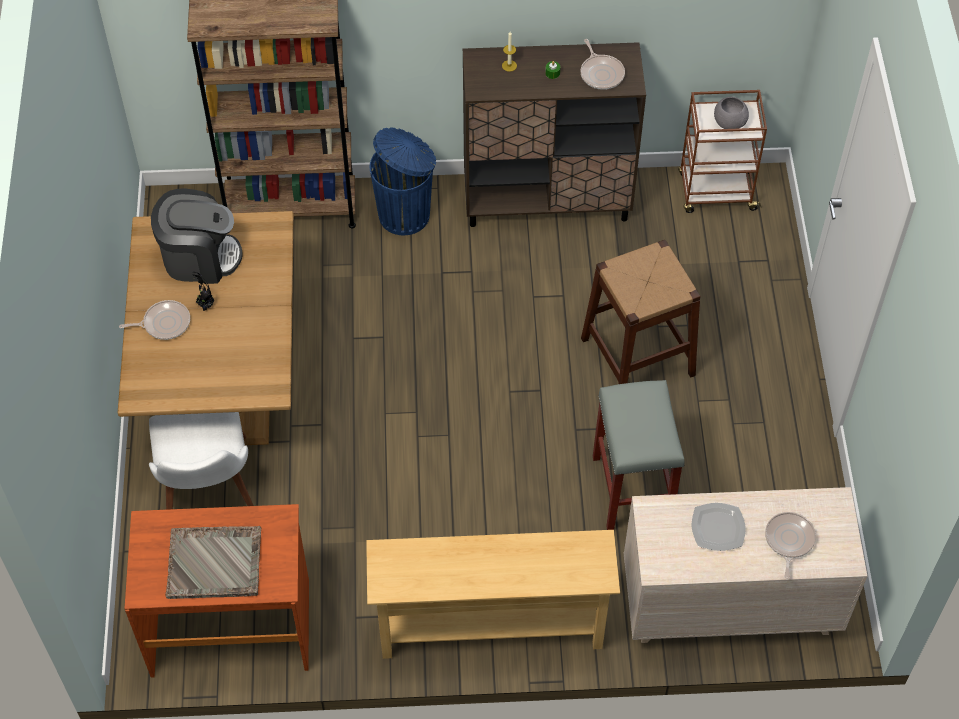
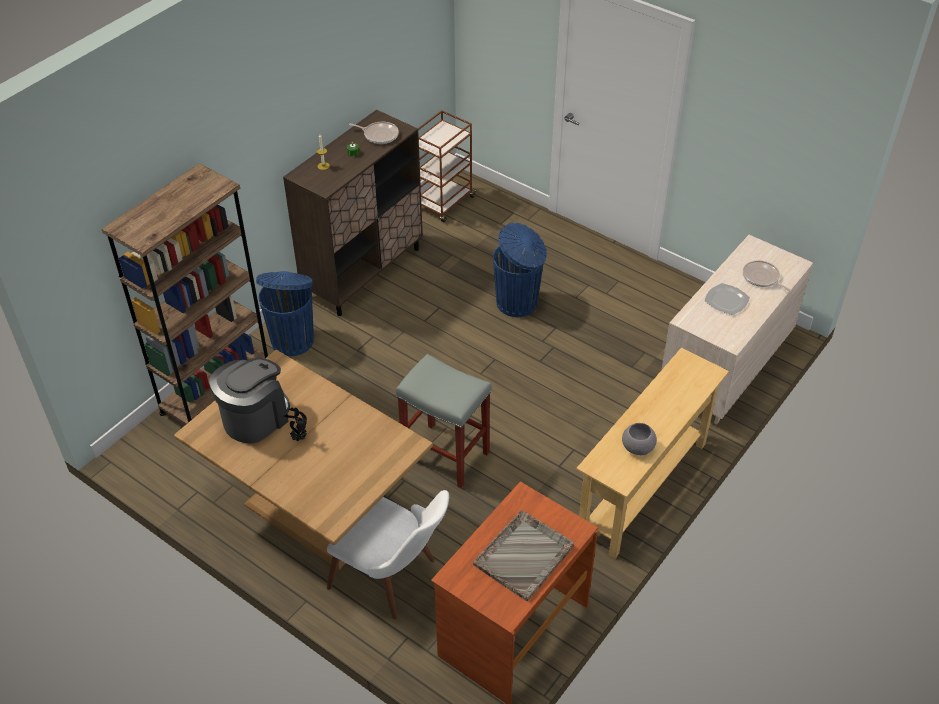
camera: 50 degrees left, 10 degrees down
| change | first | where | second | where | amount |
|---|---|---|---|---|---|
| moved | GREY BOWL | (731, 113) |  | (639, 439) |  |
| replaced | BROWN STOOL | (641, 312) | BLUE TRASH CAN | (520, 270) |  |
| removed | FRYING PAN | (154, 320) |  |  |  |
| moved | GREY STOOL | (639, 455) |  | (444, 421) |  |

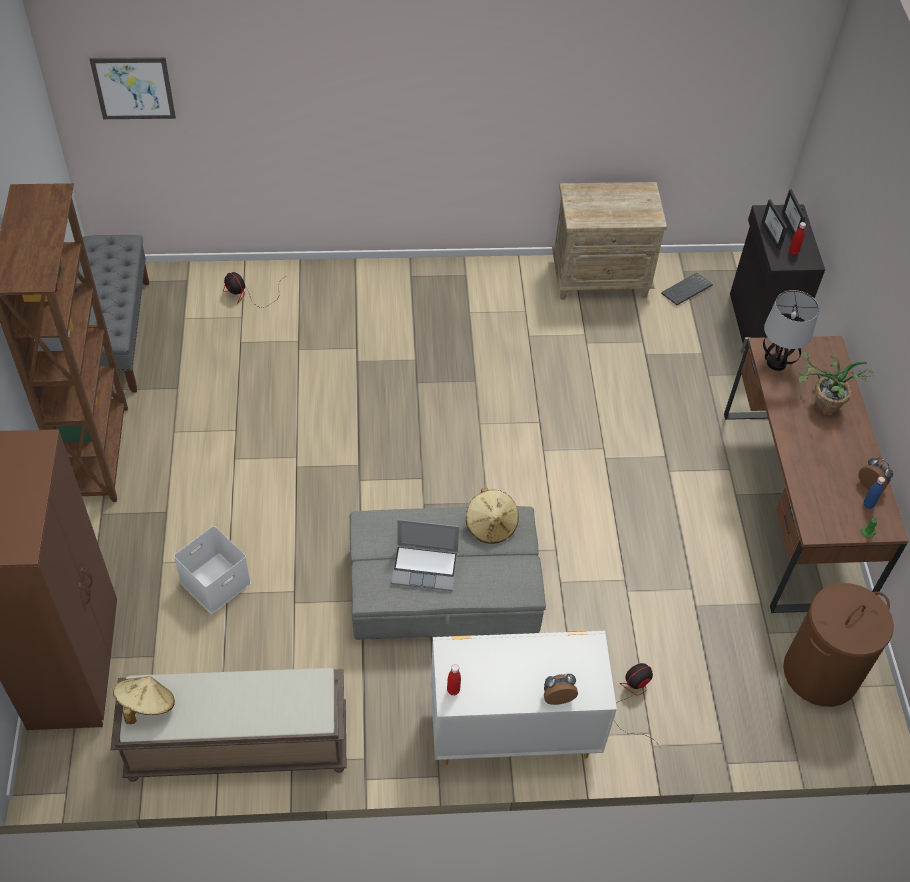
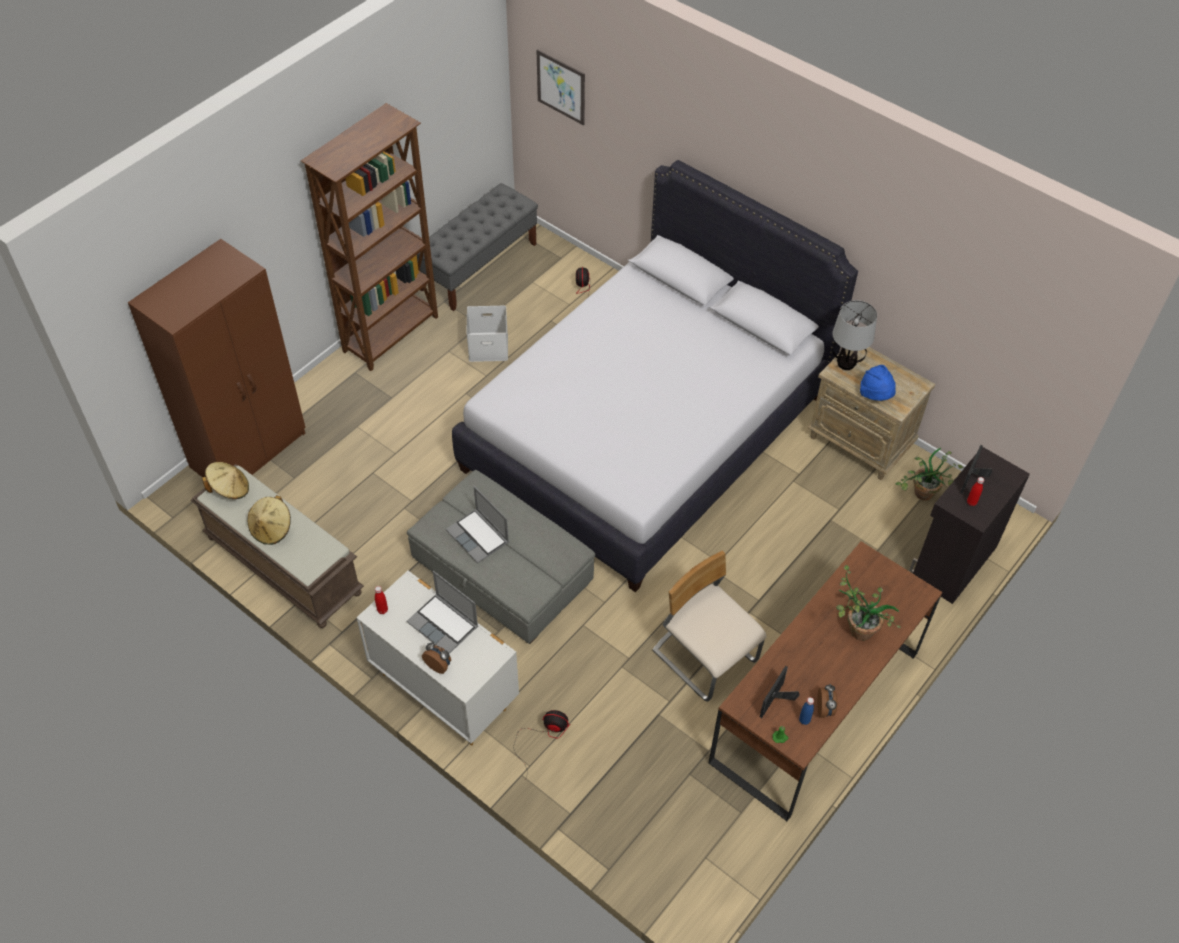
camera: 45 degrees right, 0 degrees up
| change | first | where | second | where | amount |
|---|---|---|---|---|---|
| moved | PICTURE FRAME | (794, 212) |  | (780, 692) |  |
| replaced | KEYBOARD | (687, 289) | POTTED PLANT | (929, 474) |  |
| moved | TABLE LAMP | (791, 330) |  | (854, 335) |  |
| moved | BEIGE HAT | (492, 516) |  | (269, 520) |  |
| moved | WHITE STORAGE BOX | (212, 570) |  | (487, 334) |  |
| removed | BROWN LAUNDRY BASKET | (838, 645) |  |  |  |
| added |  |  | WHITE BED | (655, 376) |  |
| added |  |  | BLUE HAT | (878, 383) |  |
| added |  |  | BEIGE CHAIR | (710, 626) |  |
| added |  |  | LAPTOP | (442, 612) |  |

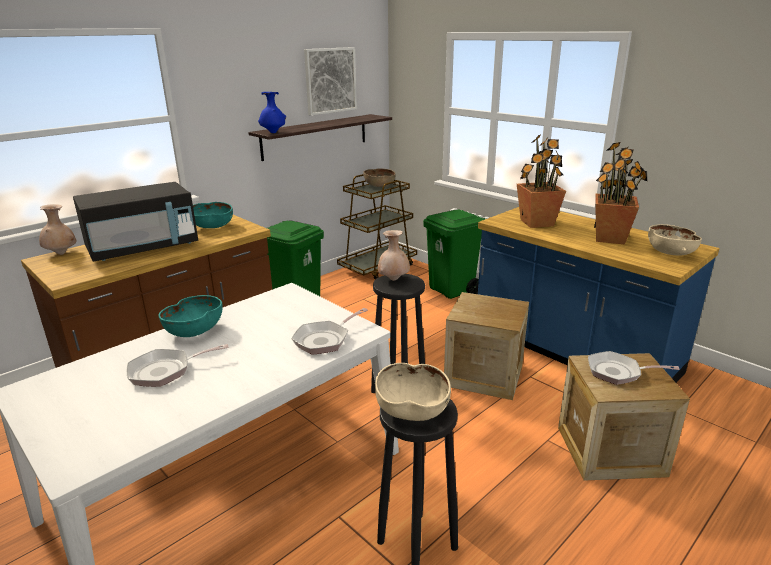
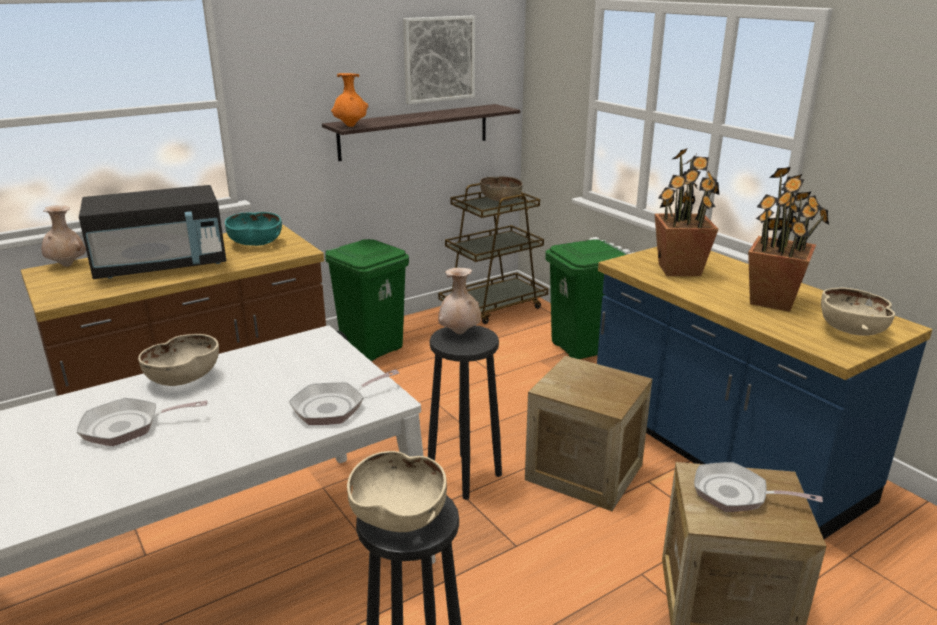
camera: 10 degrees right, 0 degrees up
| change | first | where | second | where | amount |
|---|---|---|---|---|---|
| recoloured | BLUE VASE | (272, 112) | ORANGE VASE | (349, 100) |  |
| recoloured | TURQUOISE BOWL | (190, 316) | BEIGE BOWL | (178, 360) |  |

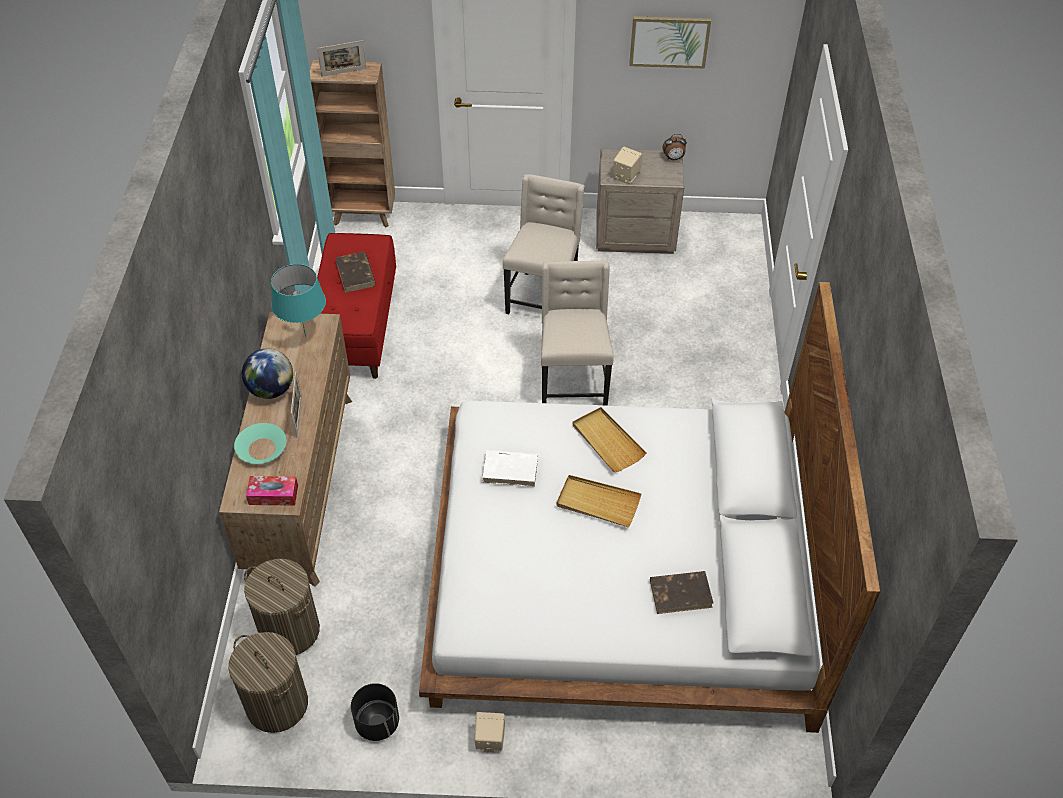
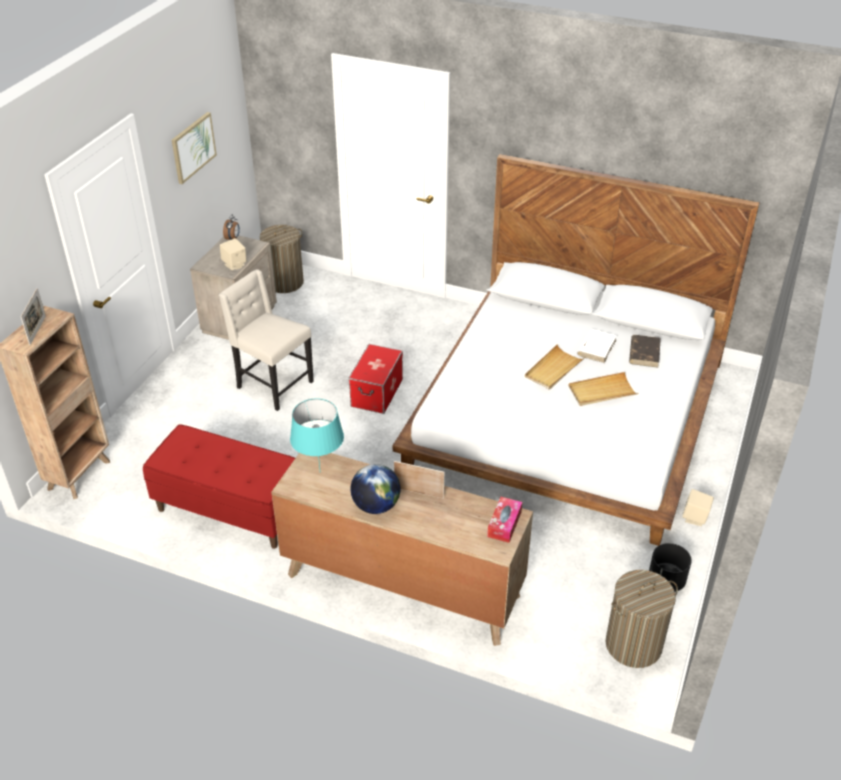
camera: 70 degrees left, 10 degrees down
| change | first | where | second | where | amount |
|---|---|---|---|---|---|
| removed | BROWN BOOK | (355, 272) |  |  |  |
| replaced | BEIGE CHAIR | (577, 333) | STORAGE BOX | (375, 379) |  |
| moved | BEIGE TRAY | (609, 439) |  | (603, 389) |  |
| removed | TURQUOISE BOWL | (260, 443) |  |  |  |
| moved | WHITE BOOK | (510, 468) |  | (597, 346) |  |
| moved | LAUNDRY BASKET | (282, 607) |  | (282, 259) |  |

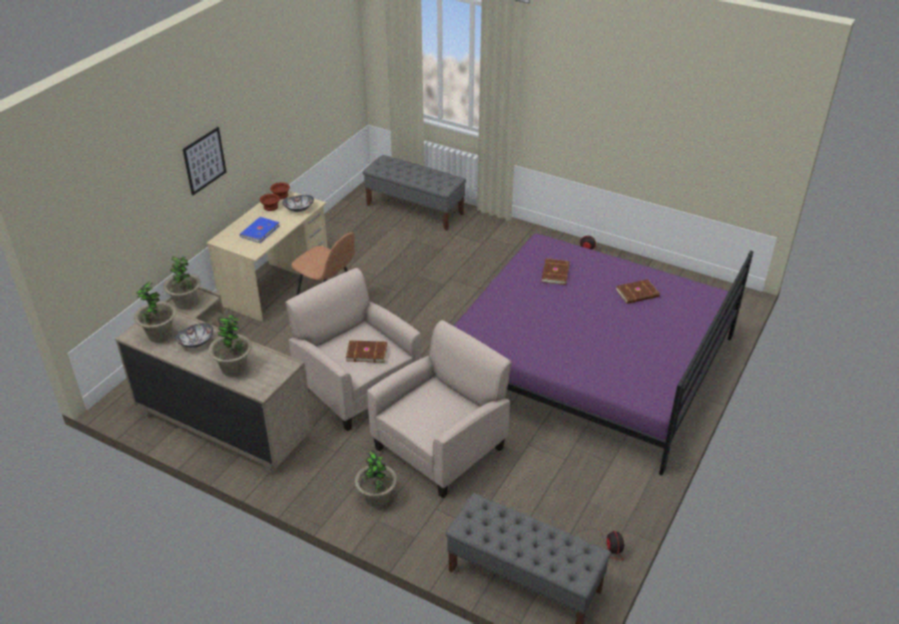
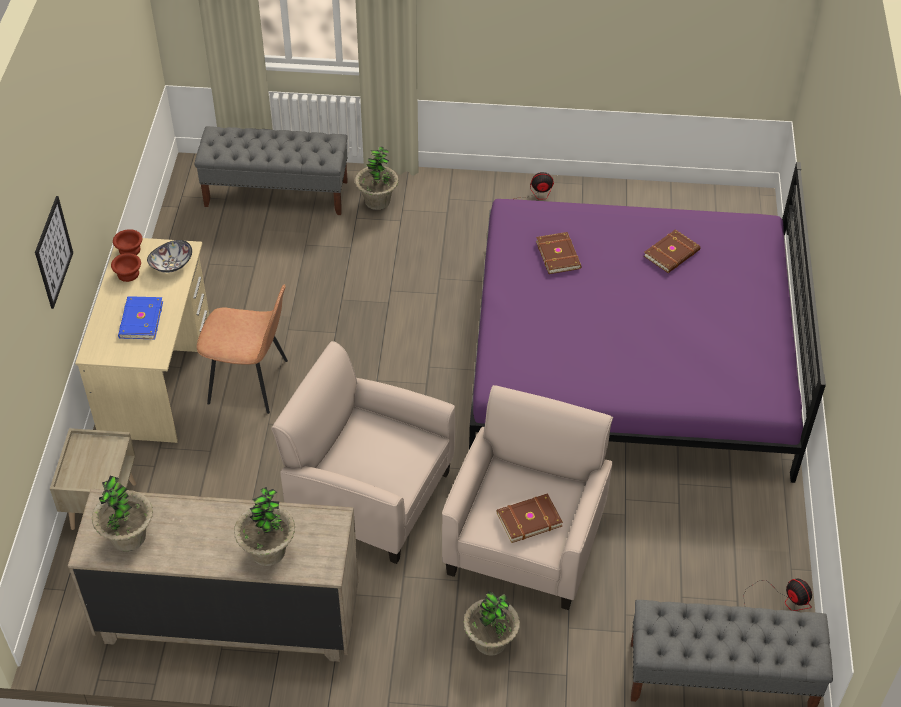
camera: 25 degrees left, 10 degrees up
| change | first | where | second | where | amount |
|---|---|---|---|---|---|
| moved | POTTED PLANT | (182, 283) |  | (377, 178) |  |
| removed | BOWL | (194, 335) |  |  |  |
| moved | BROWN BOOK | (366, 351) |  | (530, 518) |  |

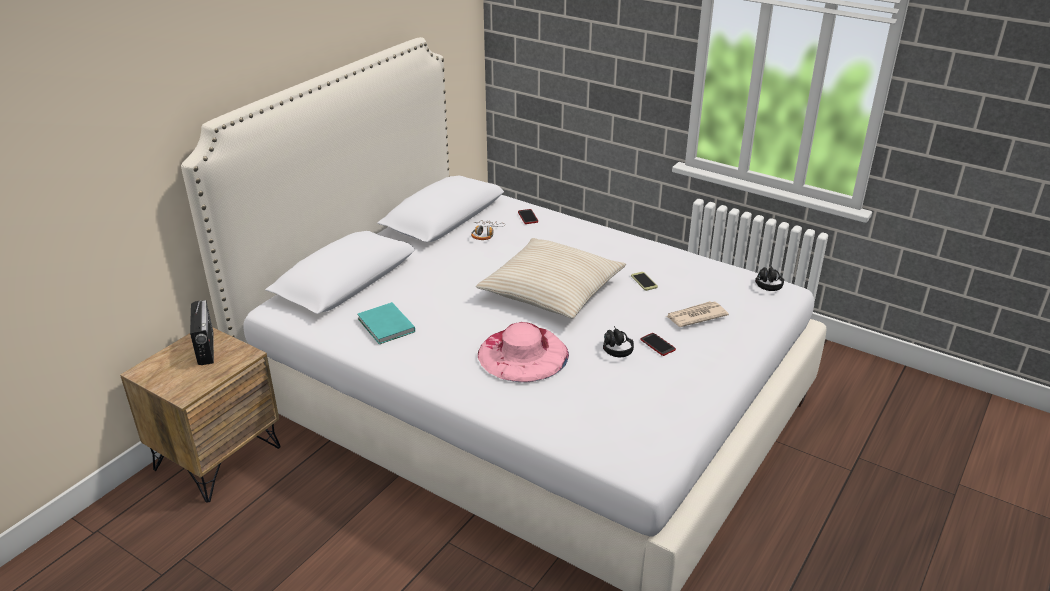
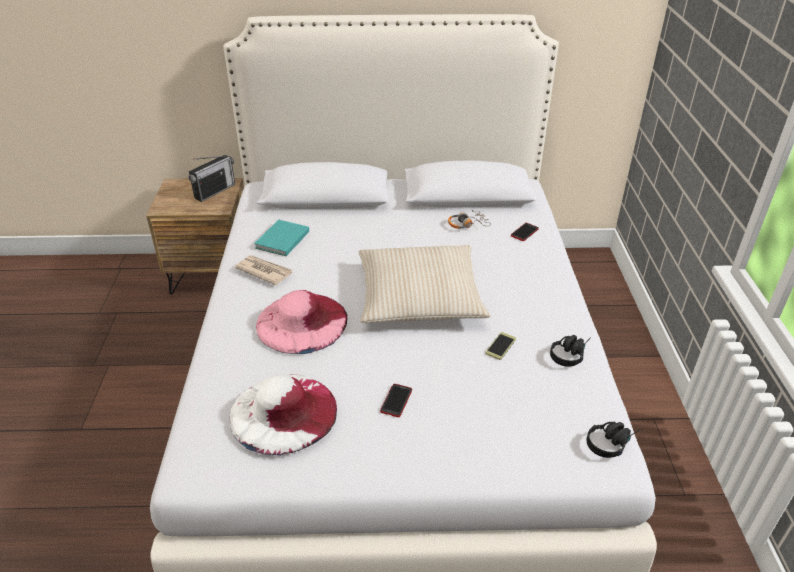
camera: 55 degrees right, 5 degrees up
| change | first | where | second | where | amount |
|---|---|---|---|---|---|
| moved | NEWSPAPER | (697, 314) |  | (264, 270) |  |
| moved | BLACK HEADPHONES | (618, 341) |  | (570, 351) |  |
| added |  |  | WHITE HAT | (283, 415) |  |

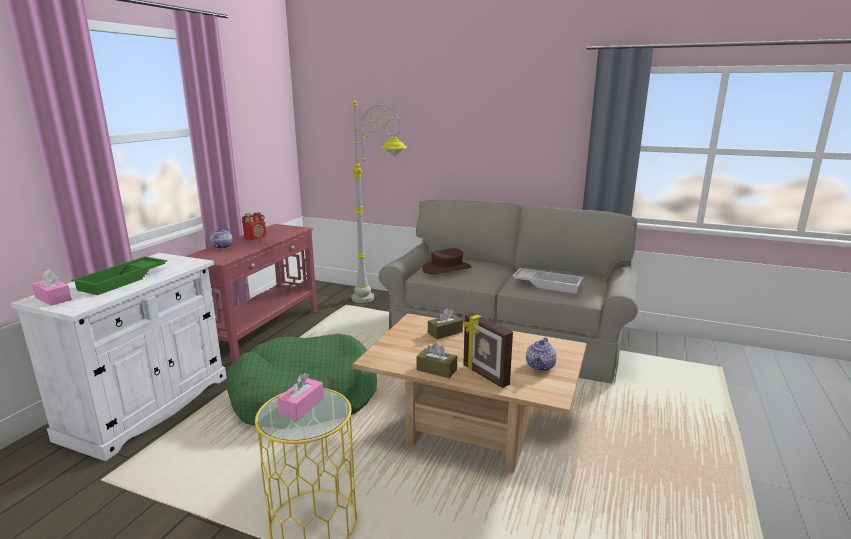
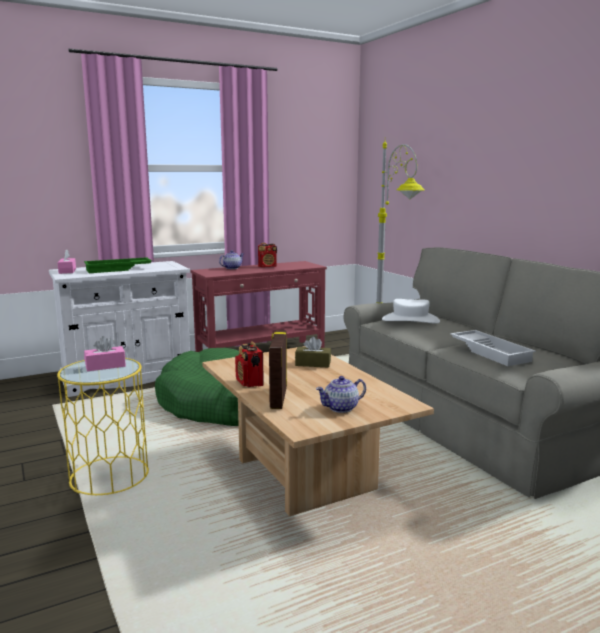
camera: 40 degrees right, 5 degrees down
| change | first | where | second | where | amount |
|---|---|---|---|---|---|
| recoloured | BROWN HAT | (446, 261) | WHITE HAT | (411, 311) |  |
| replaced | BROWN TISSUE BOX | (437, 360) | RADIO | (249, 364) |  |

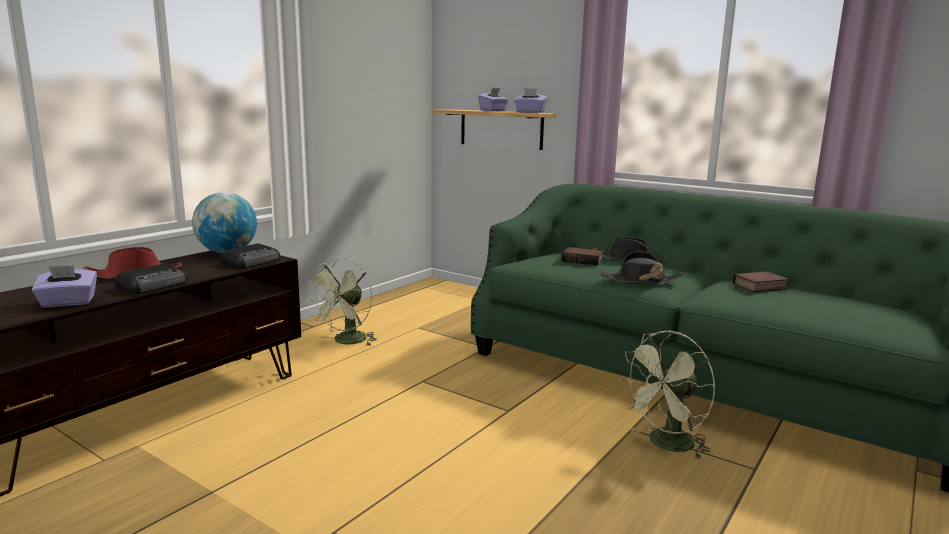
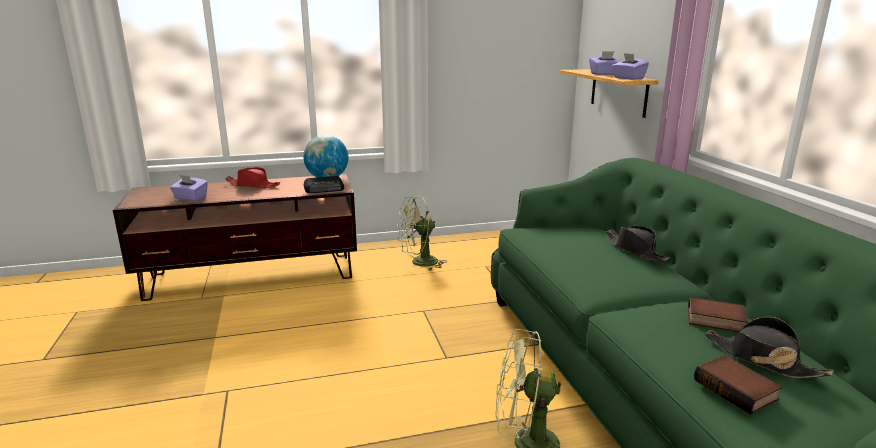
camera: 40 degrees right, 5 degrees up
| change | first | where | second | where | amount |
|---|---|---|---|---|---|
| moved | BOOK | (582, 256) |  | (738, 385) |  |
| moved | BLACK HAT | (641, 267) |  | (769, 347) |  |
| removed | RADIO | (151, 278) |  |  |  |

